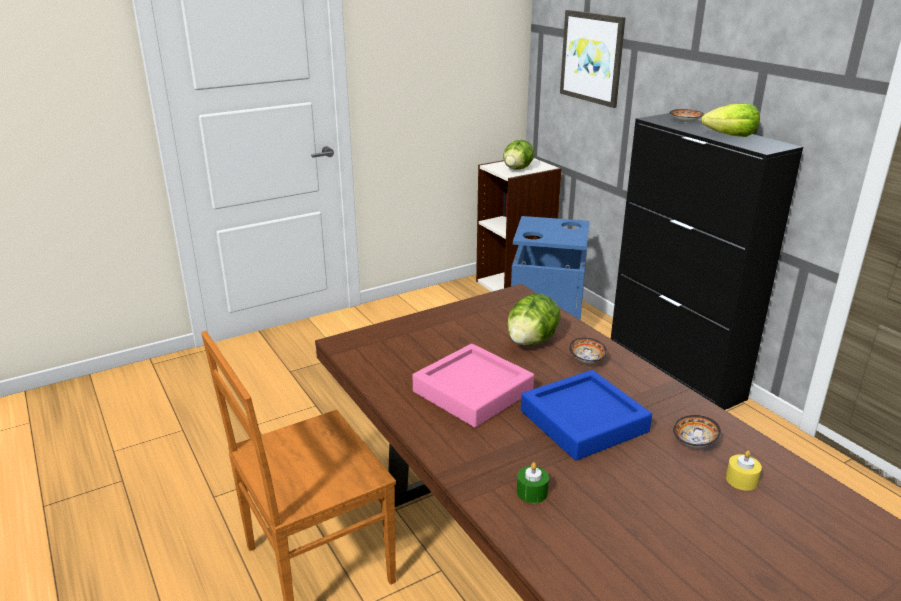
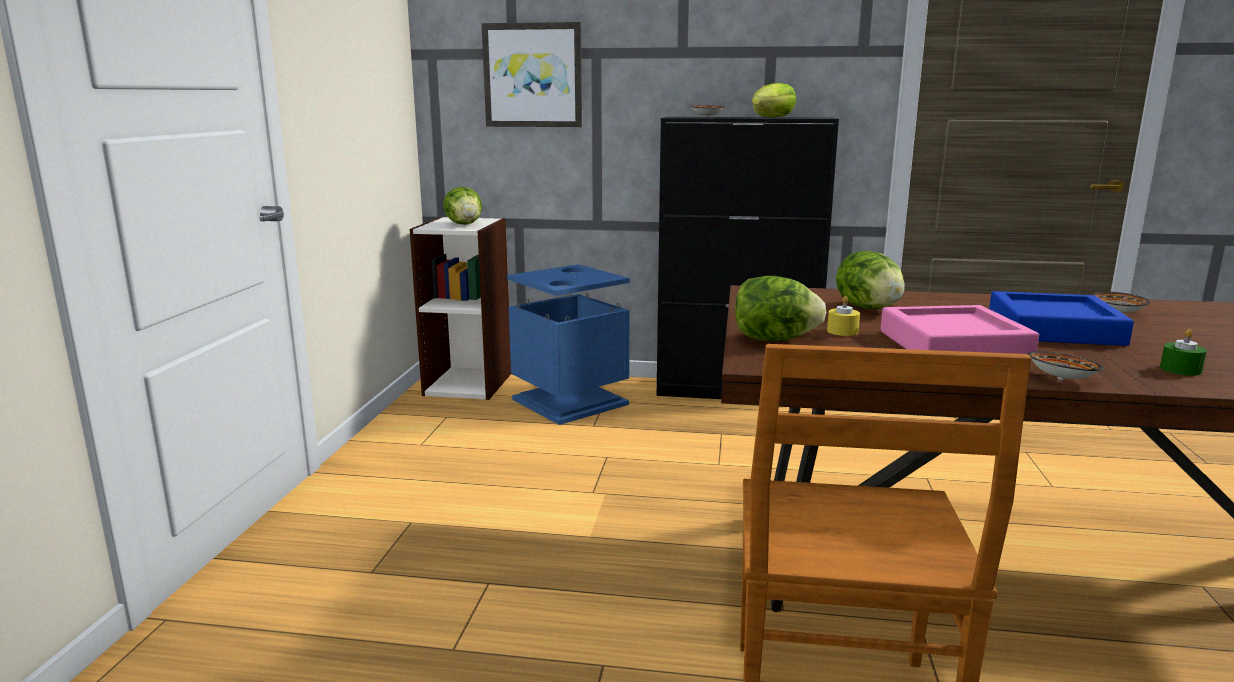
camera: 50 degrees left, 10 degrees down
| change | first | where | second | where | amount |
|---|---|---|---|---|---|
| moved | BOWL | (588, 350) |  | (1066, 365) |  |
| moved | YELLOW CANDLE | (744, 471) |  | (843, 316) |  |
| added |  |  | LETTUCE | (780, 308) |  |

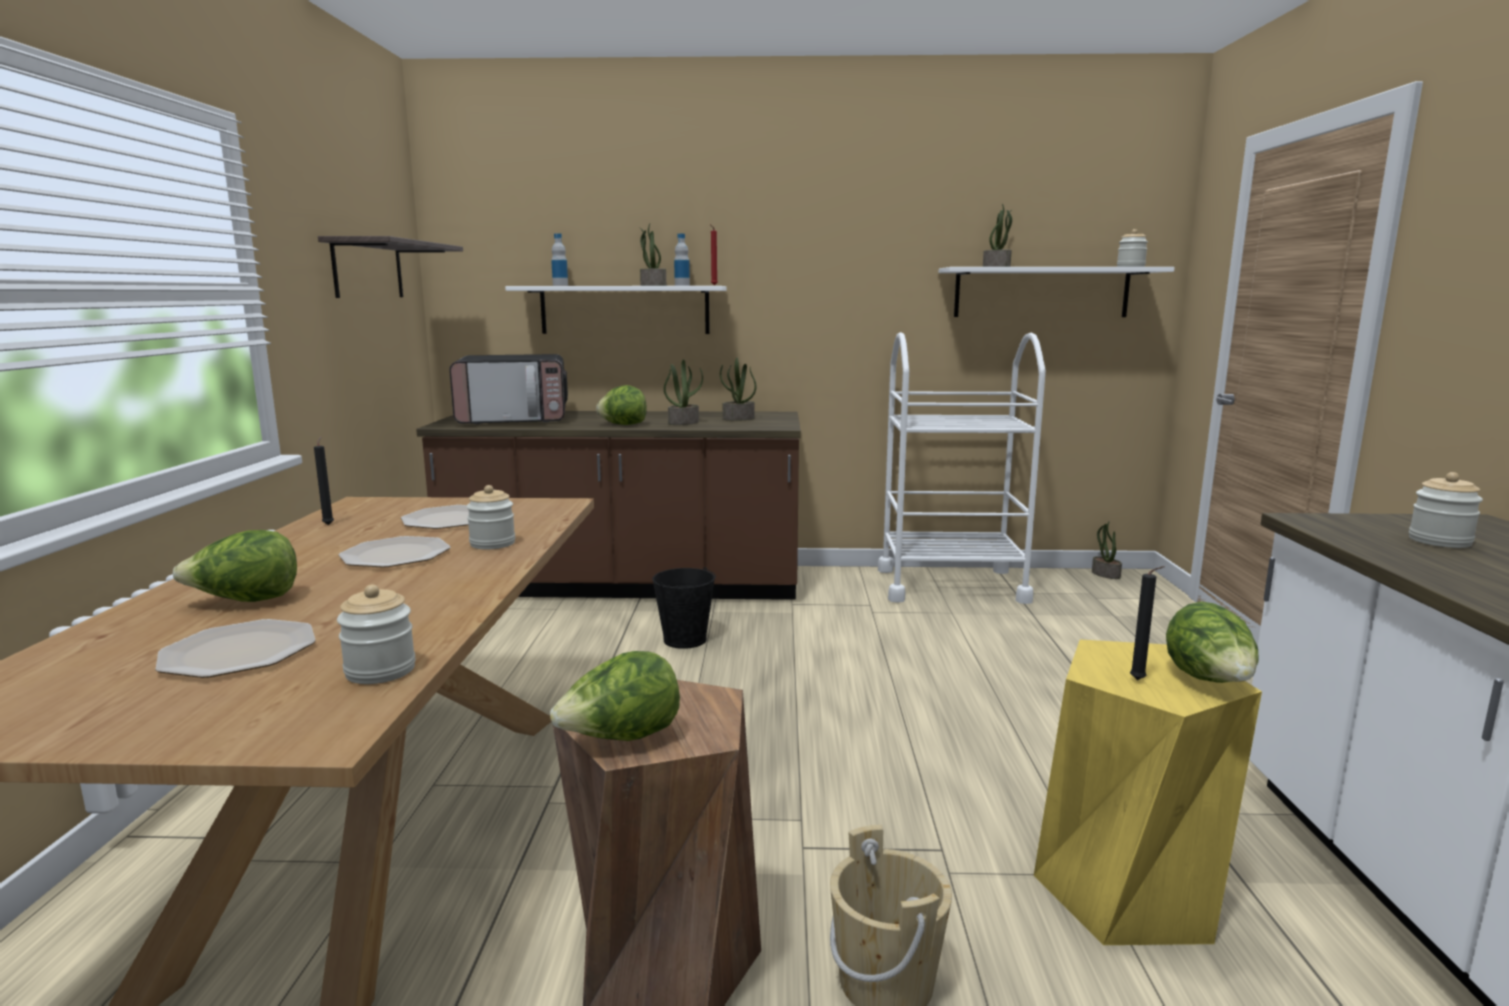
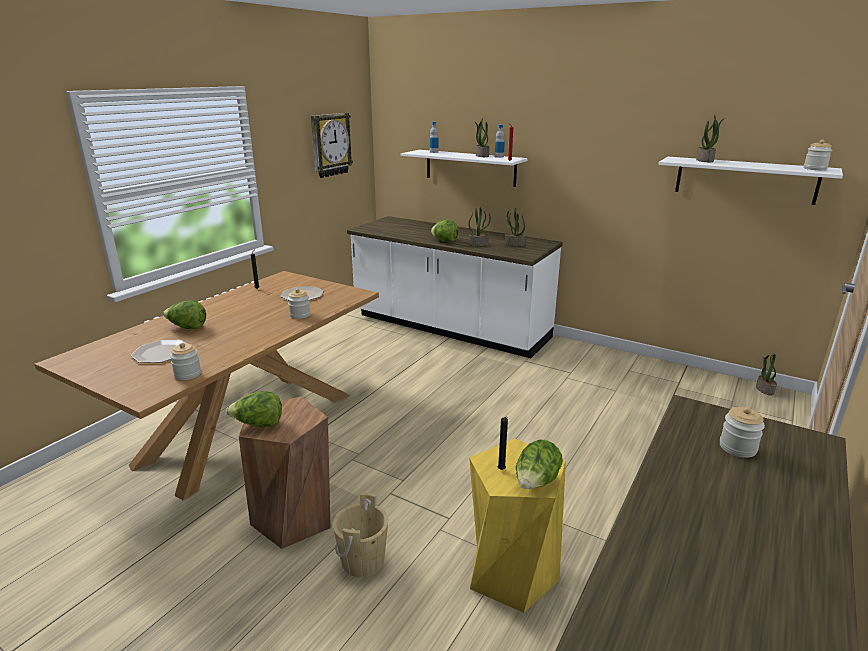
camera: 30 degrees right, 10 degrees up
| change | first | where | second | where | amount |
|---|---|---|---|---|---|
| replaced | SHELF | (390, 267) | WALL CLOCK | (332, 145) |  |
| removed | WHITE CART | (962, 468) |  |  |  |
| removed | MICROWAVE | (508, 389) |  |  |  |
| recoloured | BROWN COUNTER | (608, 505) | WHITE COUNTER | (455, 287) |  |
| removed | PLATE | (394, 552) |  |  |  |
| removed | BLACK BUCKET | (684, 608) |  |  |  |

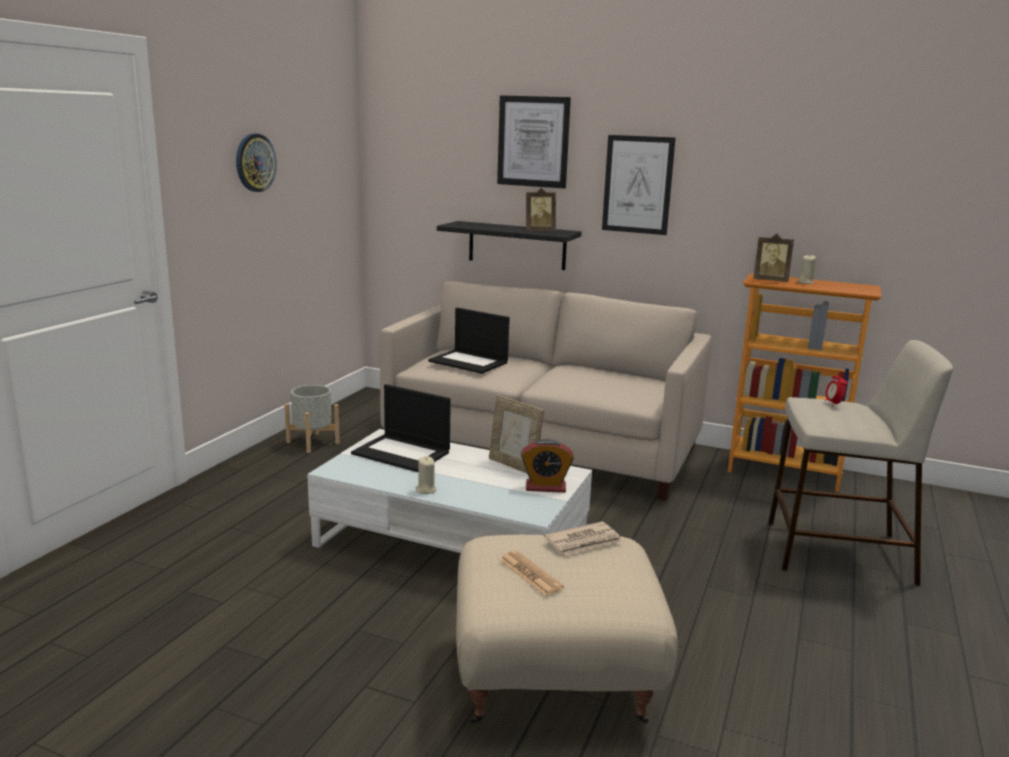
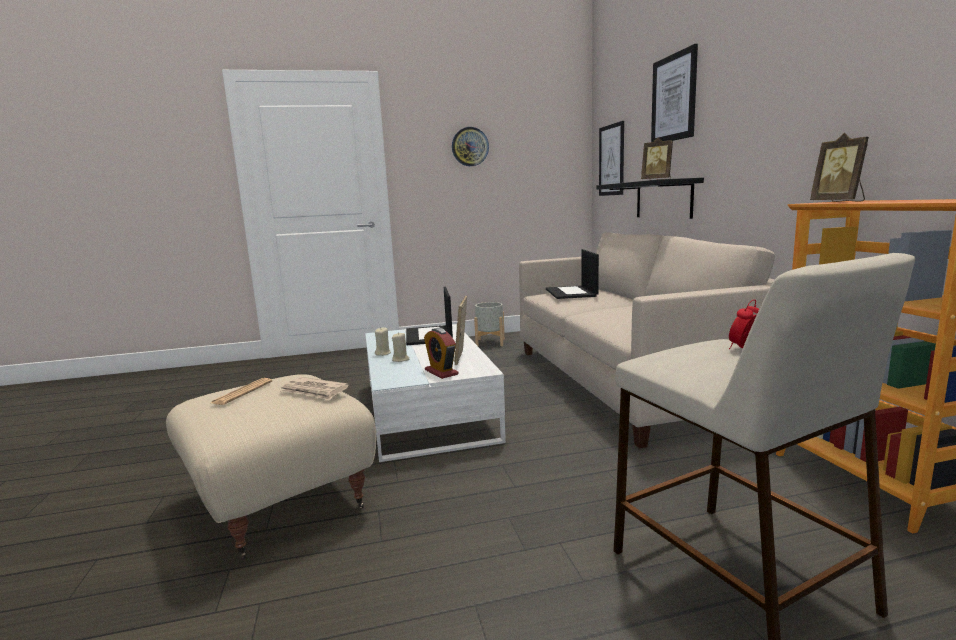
camera: 55 degrees right, 5 degrees down
| change | first | where | second | where | amount |
|---|---|---|---|---|---|
| moved | PICTURE | (639, 185) |  | (611, 158) |  |
| moved | BEIGE CANDLE | (806, 269) |  | (400, 347) |  |

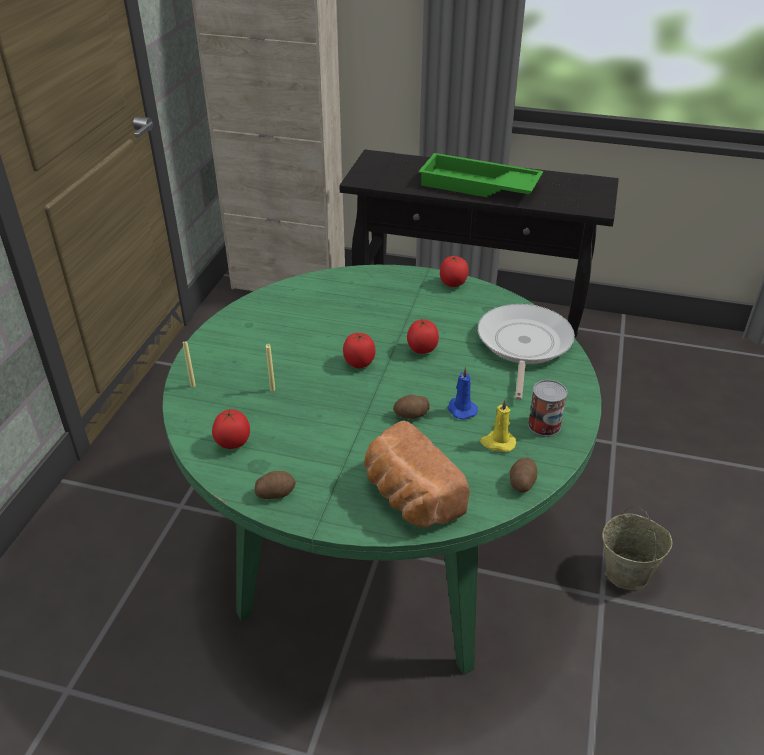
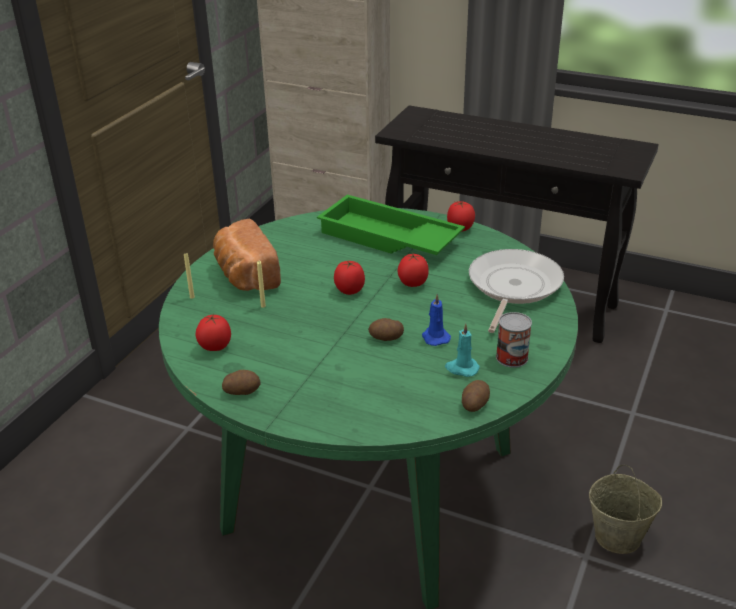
camera: 10 degrees right, 5 degrees down
| change | first | where | second | where | amount |
|---|---|---|---|---|---|
| moved | GREEN TRAY | (480, 175) |  | (391, 225) |  |
| recoloured | YELLOW CANDLE | (498, 425) | TURQUOISE CANDLE | (462, 350) |  |
| moved | BREAD | (417, 473) |  | (247, 255) |  |

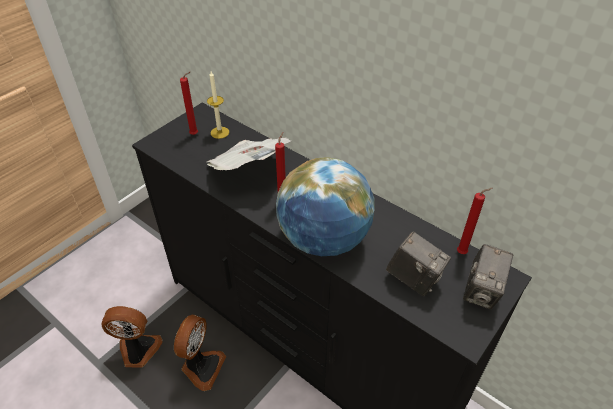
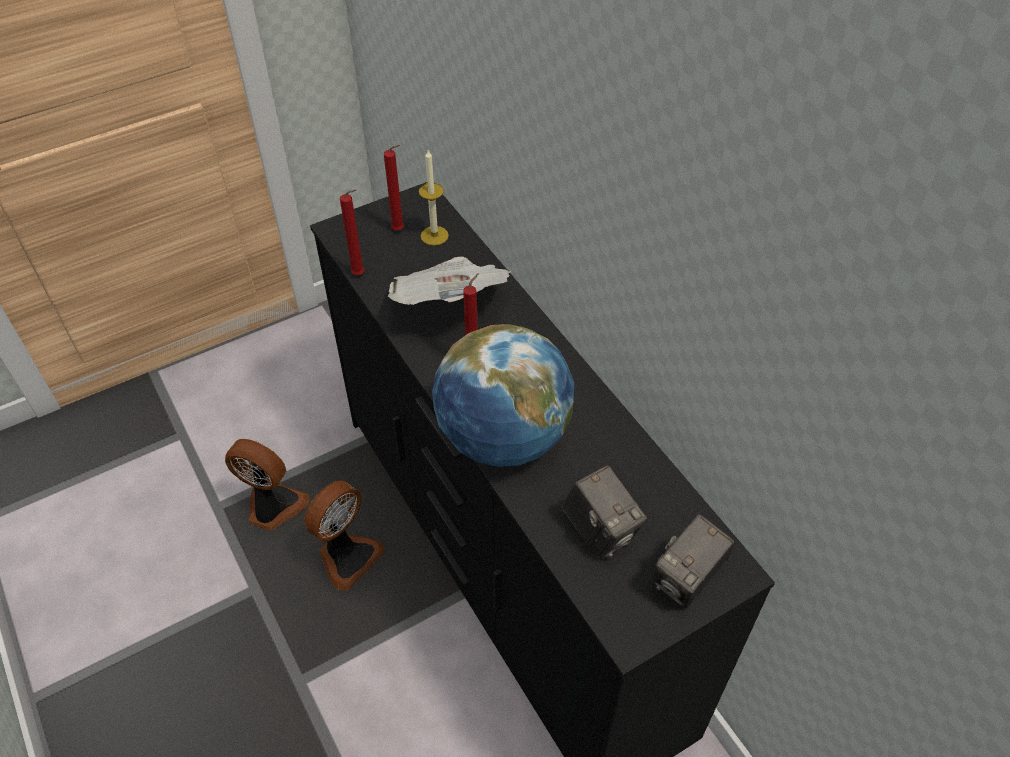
camera: 20 degrees right, 5 degrees up
| change | first | where | second | where | amount |
|---|---|---|---|---|---|
| moved | RED CANDLE | (474, 221) |  | (352, 232) |  |

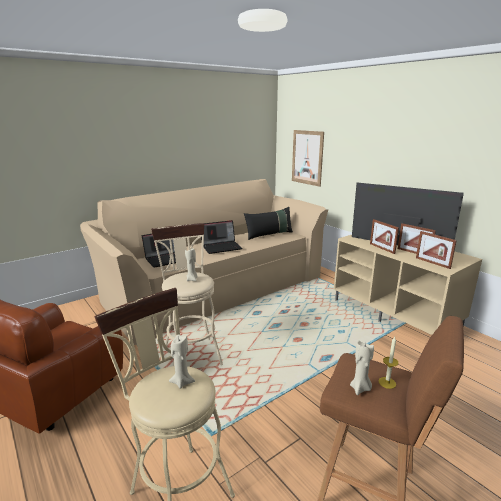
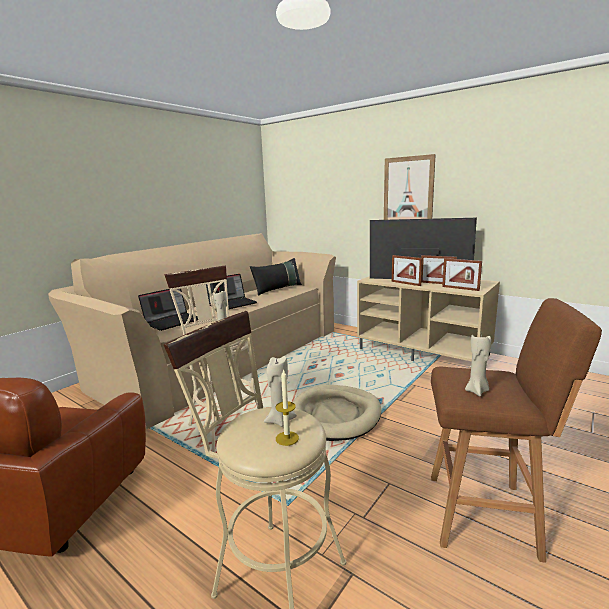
camera: 15 degrees left, 5 degrees down
| change | first | where | second | where | amount |
|---|---|---|---|---|---|
| moved | PICTURE | (308, 158) |  | (410, 187) |  |
| moved | CANDLE | (389, 363) |  | (287, 407) |  |
| added |  |  | BEIGE DOG BED | (337, 413) |  |

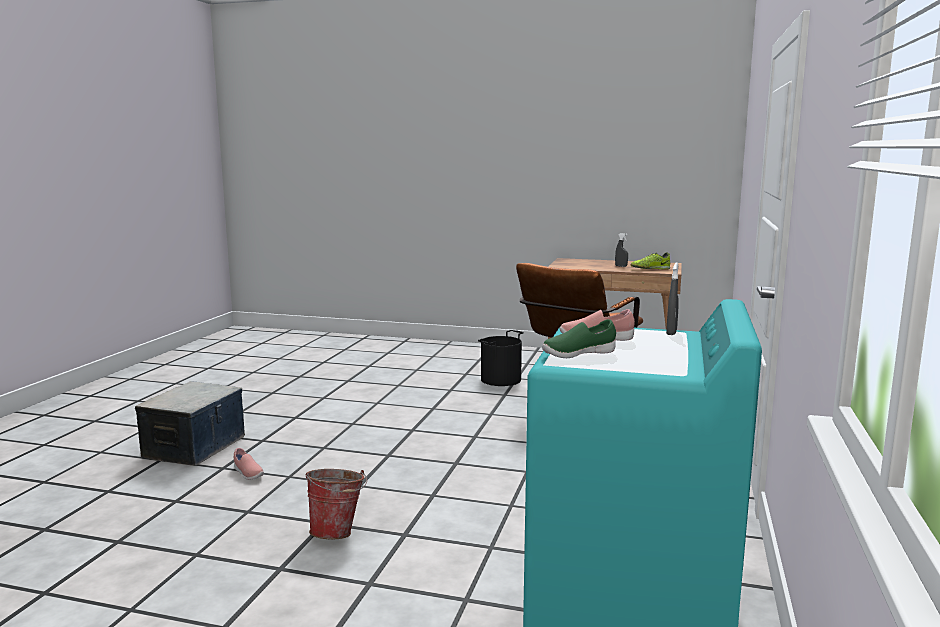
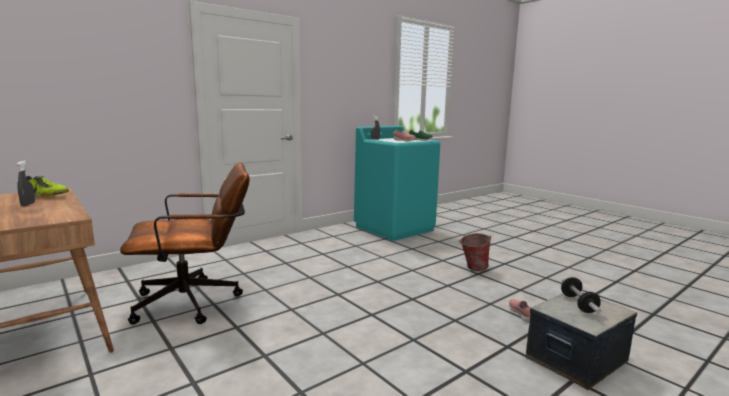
camera: 145 degrees left, 0 degrees up
| change | first | where | second | where | amount |
|---|---|---|---|---|---|
| removed | BLACK BUCKET | (501, 358) |  |  |  |
| added |  |  | DUMBBELL | (581, 295) |  |

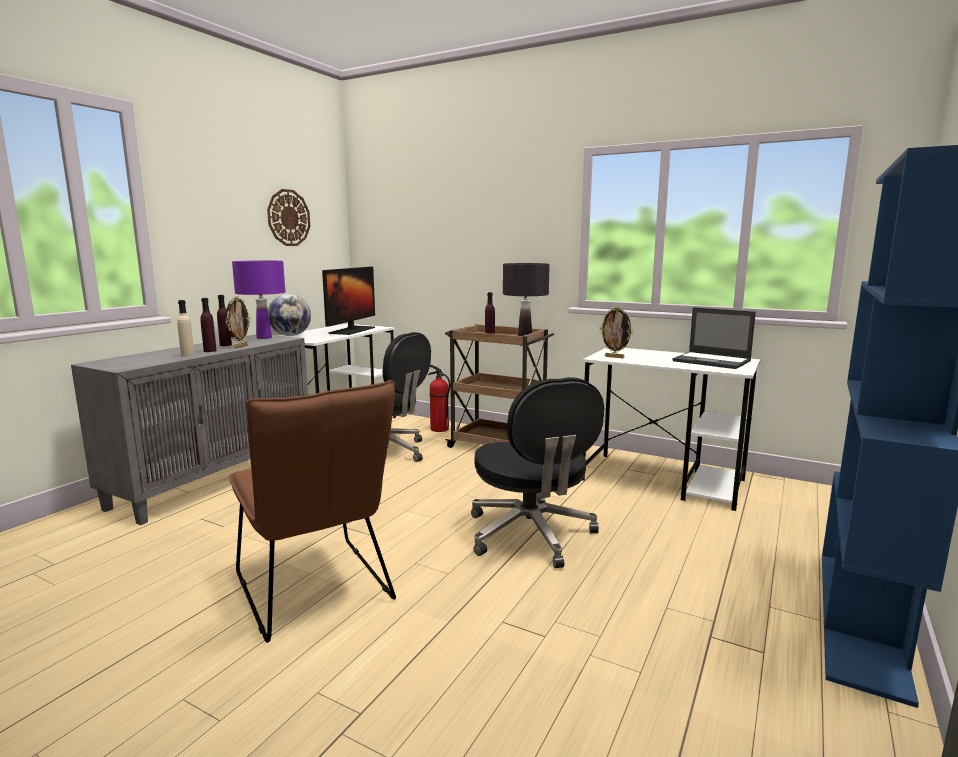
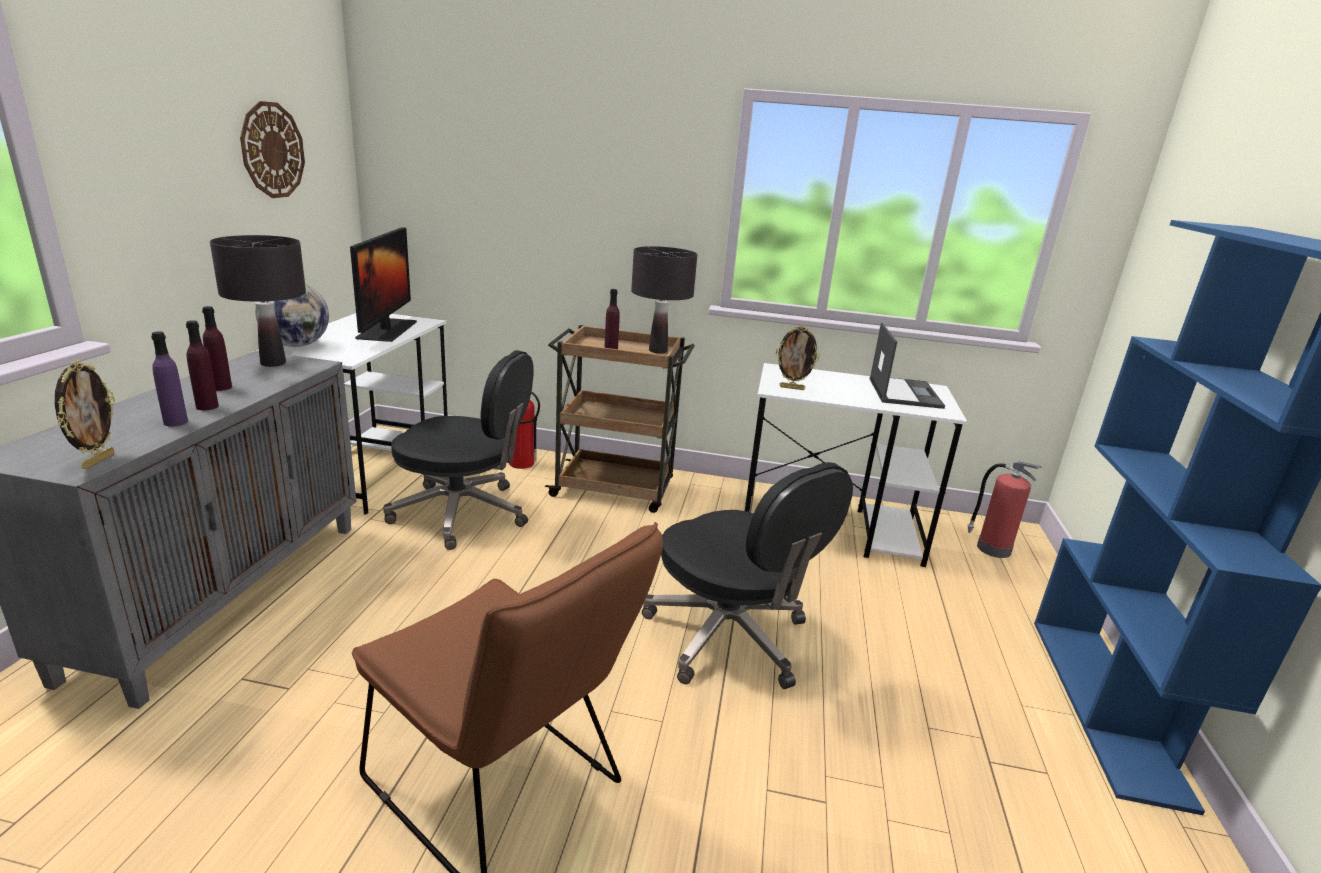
camera: 20 degrees left, 10 degrees up
| change | first | where | second | where | amount |
|---|---|---|---|---|---|
| recoloured | PURPLE TABLE LAMP | (258, 300) | BLACK TABLE LAMP | (258, 301) |  |
| moved | PICTURE FRAME | (238, 322) |  | (85, 414) |  |
| recoloured | BEIGE BOTTLE | (186, 328) | PURPLE BOTTLE | (169, 379) |  |
| turned | LAPTOP | (714, 338) |  | (907, 366) | 105 degrees counterclockwise |
| added |  |  | FIRE EXTINGUISHER | (1004, 510) |  |

